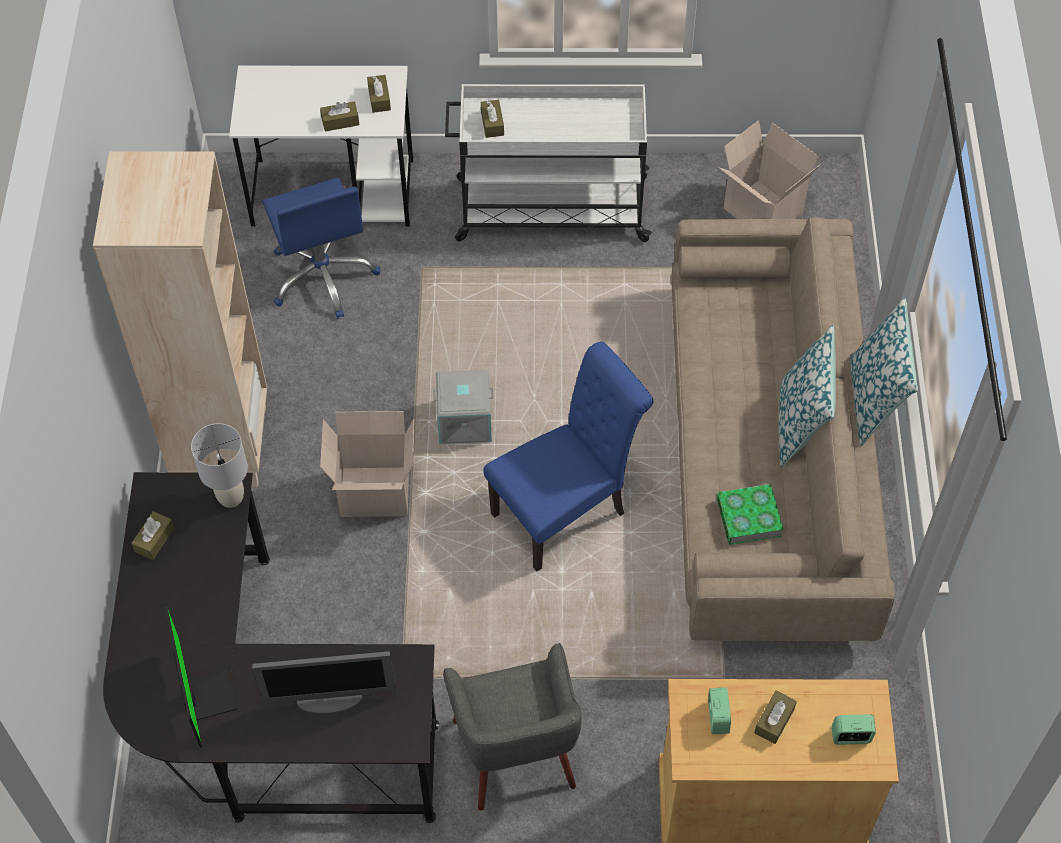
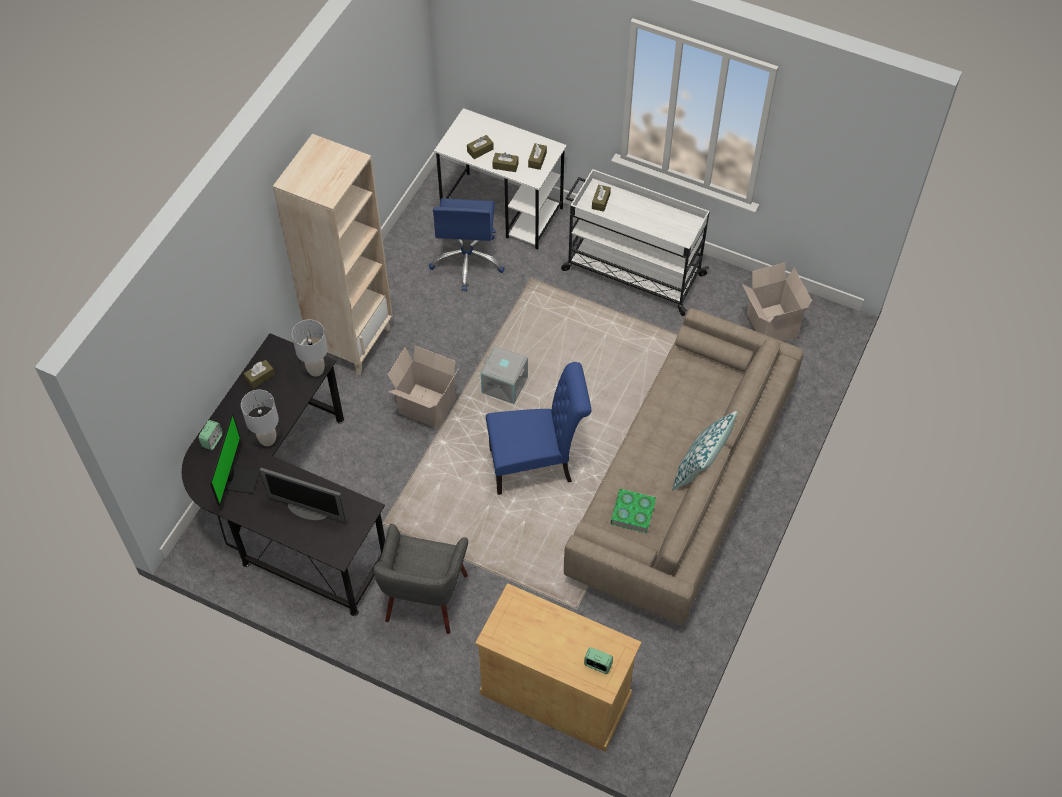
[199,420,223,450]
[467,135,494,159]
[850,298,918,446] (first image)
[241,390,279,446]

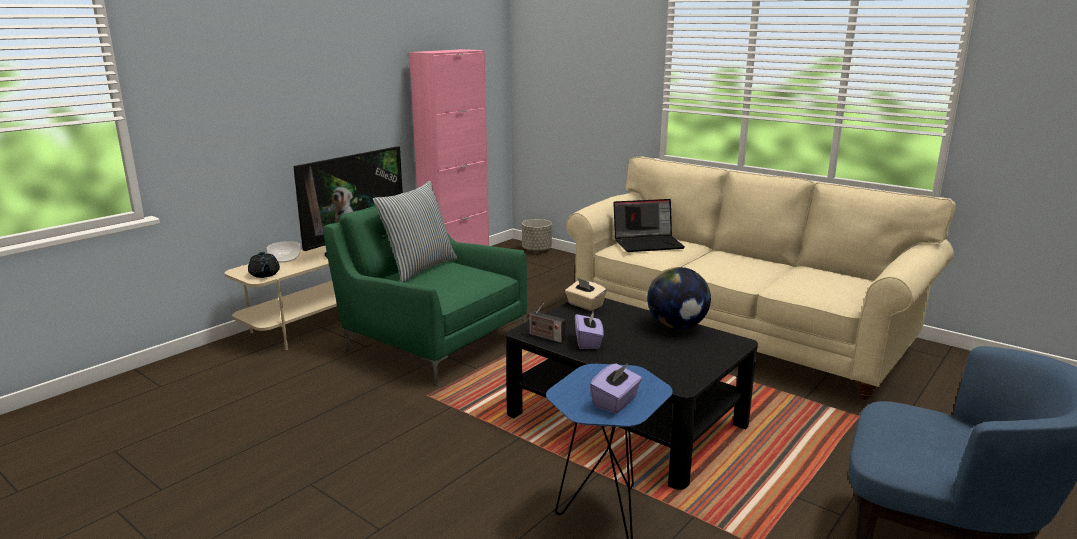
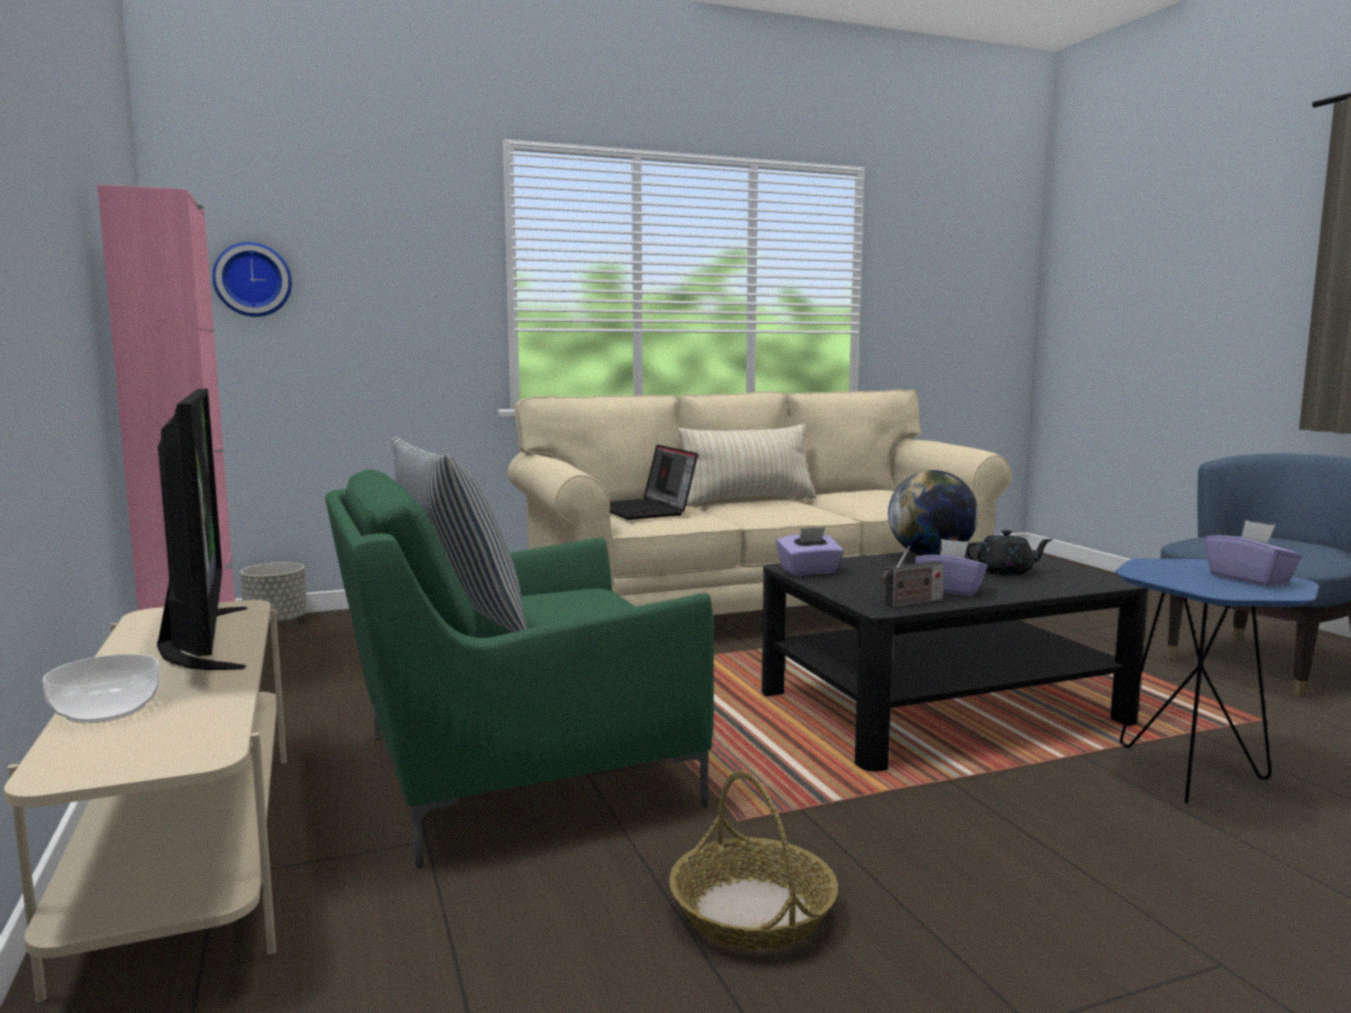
[966,530,1053,575]
[776,527,844,576]
[610,445,698,520]
[212,242,292,317]
[669,770,838,950]
[678,424,817,506]

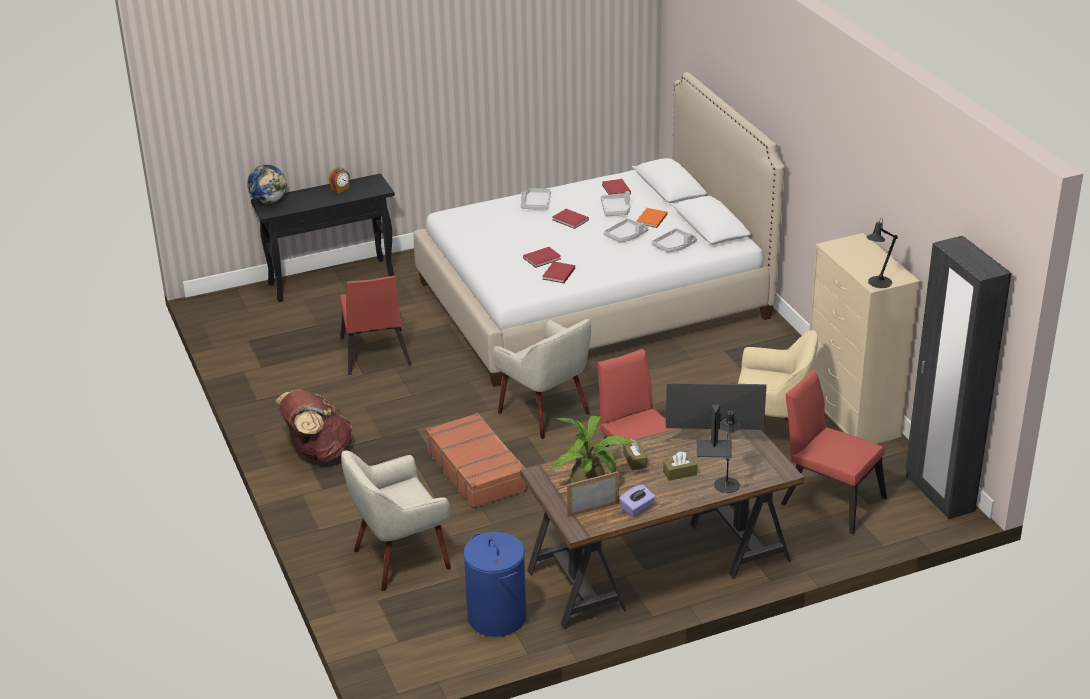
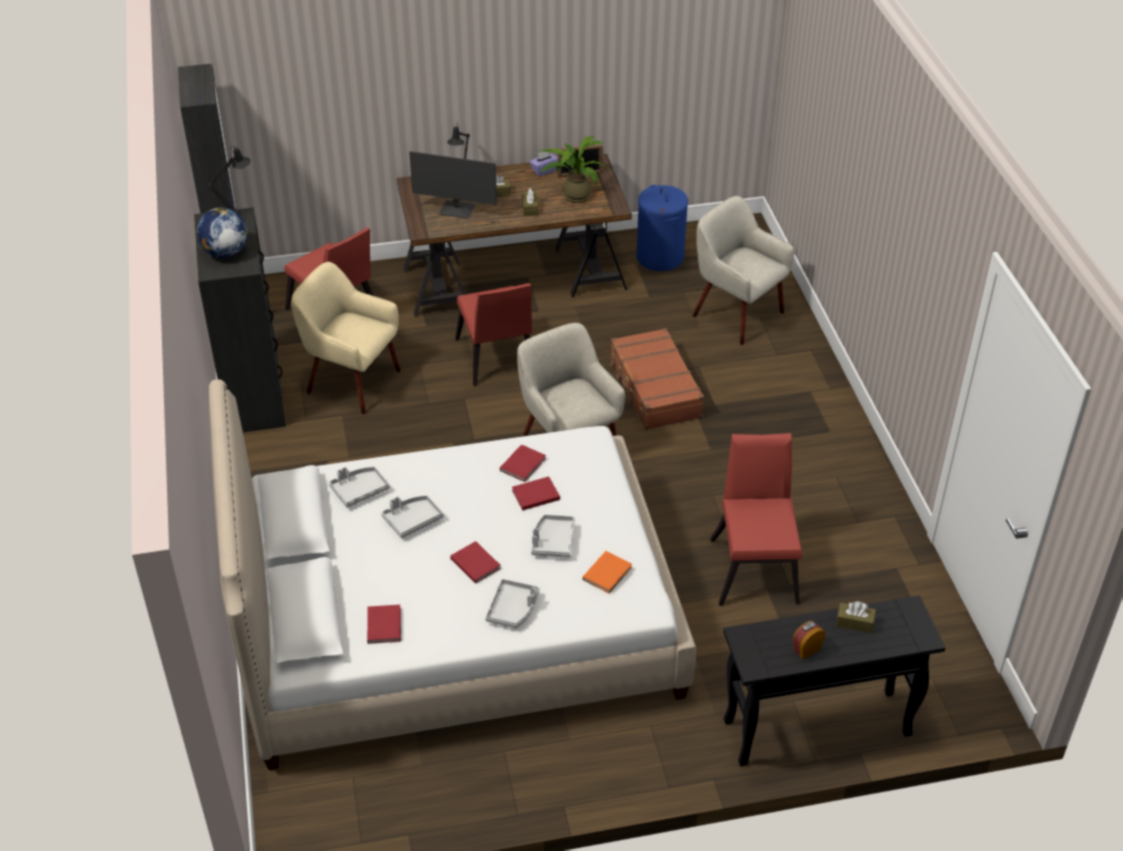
[196,208,247,258]
[276,390,353,462] (first image)
[692,196,794,345]
[531,515,575,558]
[583,551,632,594]
[194,207,286,433]
[836,601,876,633]

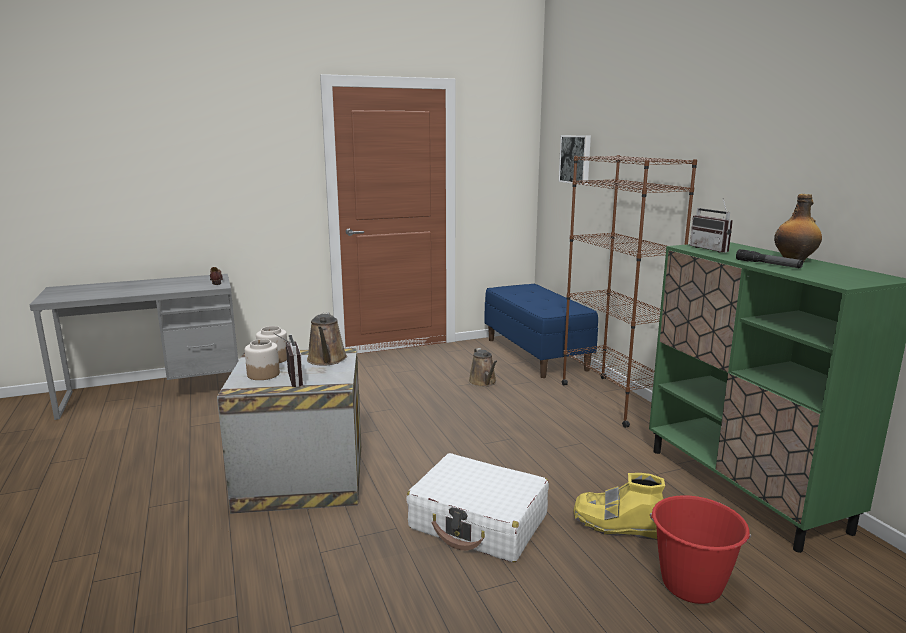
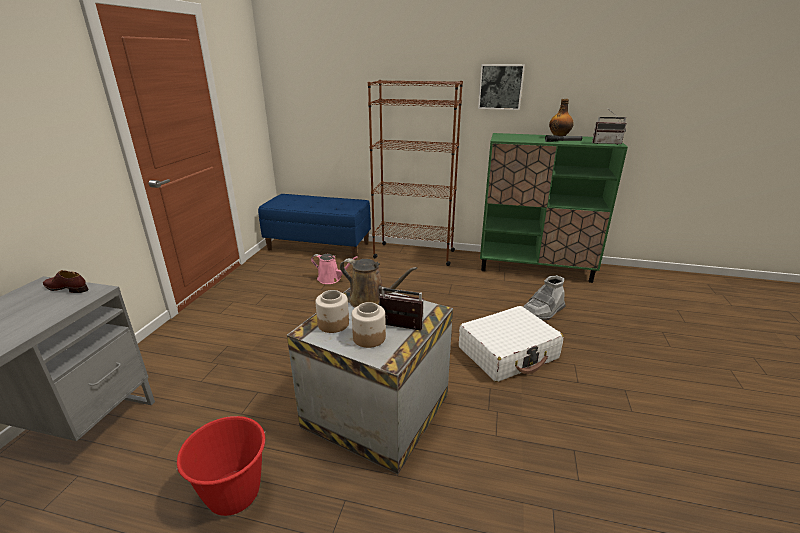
[311,254,358,284]
[478,64,525,110]
[523,275,566,321]
[176,416,266,516]
[592,111,626,145]

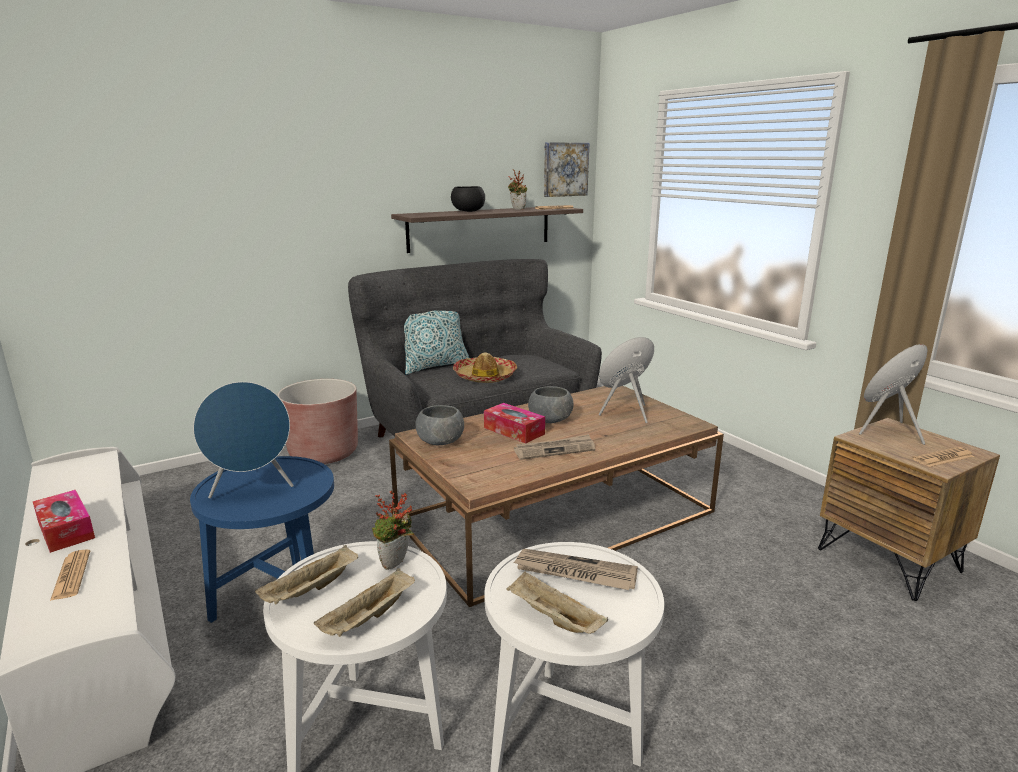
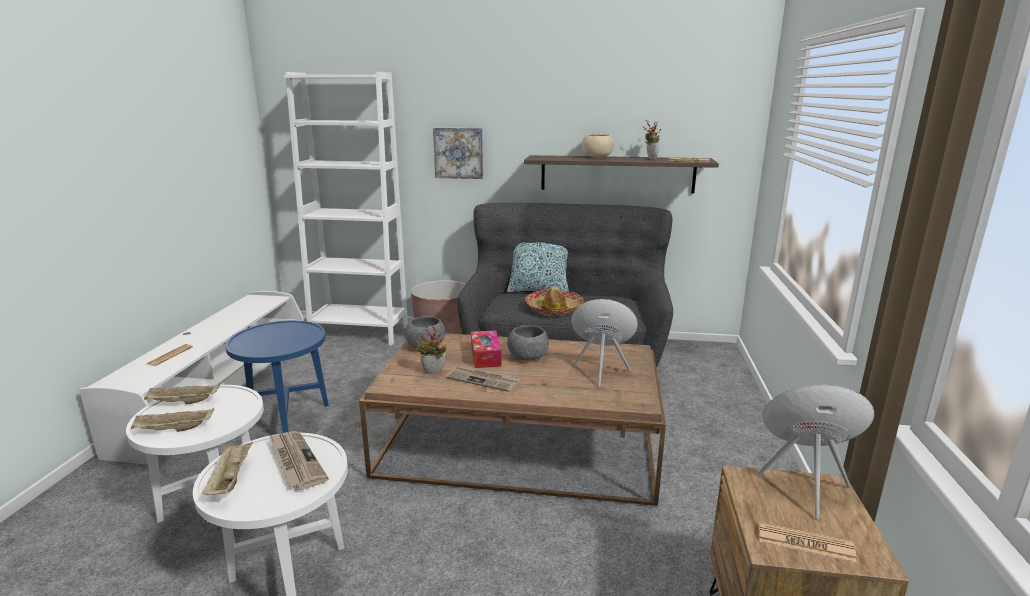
[33,490,95,553] (first image)
[193,382,294,498] (first image)
[416,326,446,374]
[582,134,614,158]
[433,128,483,179]
[284,72,408,346]

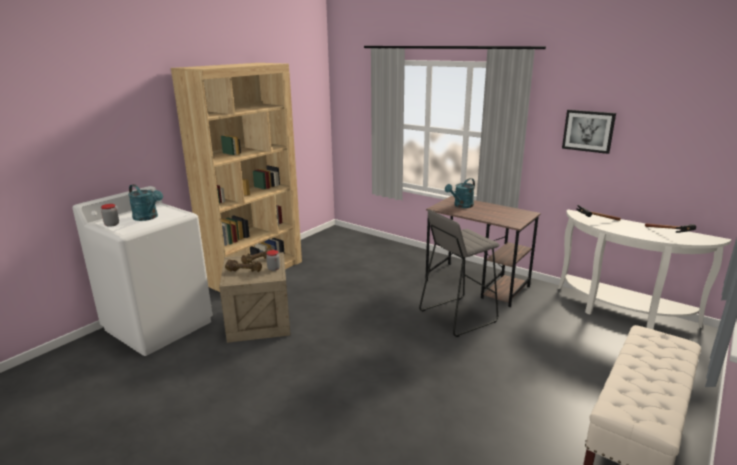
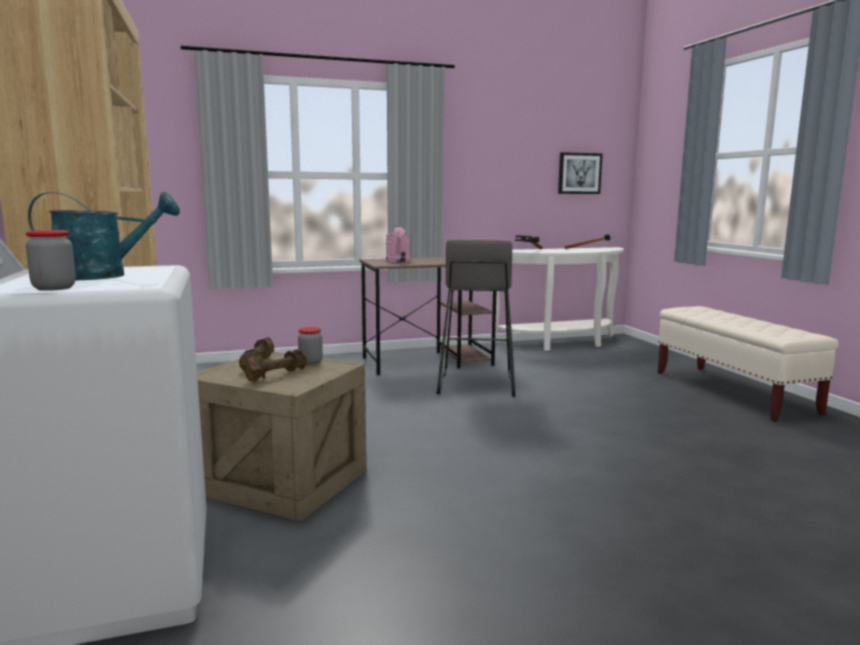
[386,226,410,262]
[558,152,603,194]

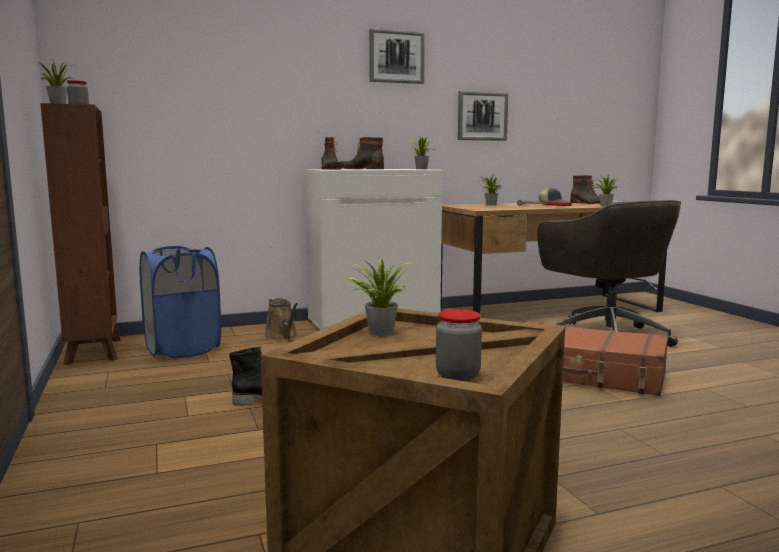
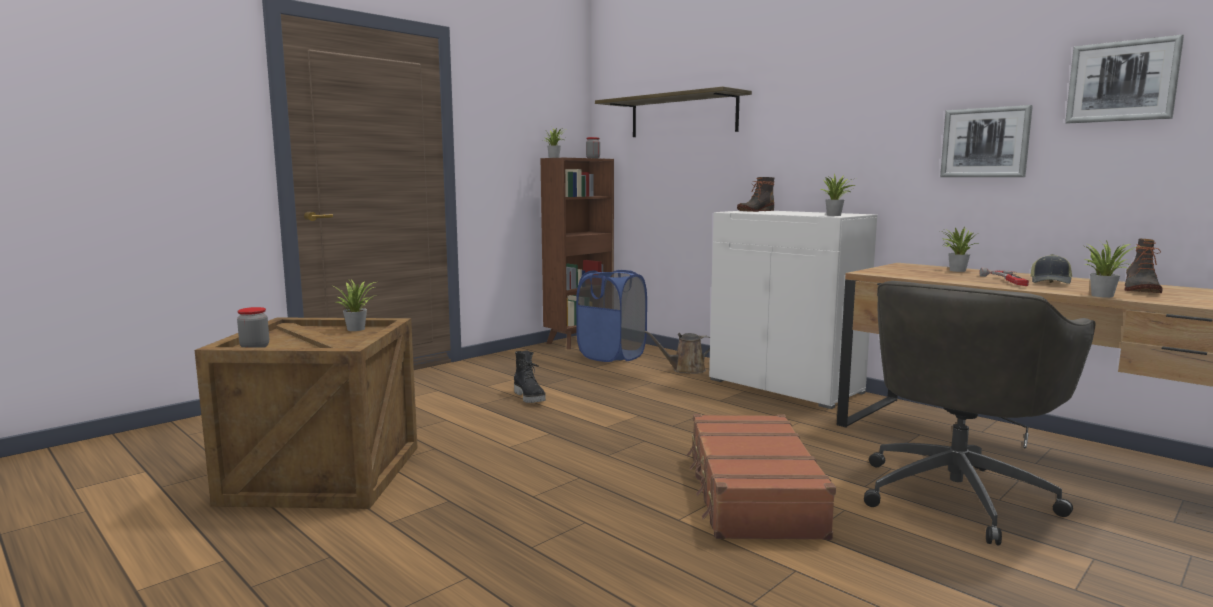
[645,331,710,374]
[340,137,384,169] (first image)
[1065,35,1184,123]
[595,87,752,137]

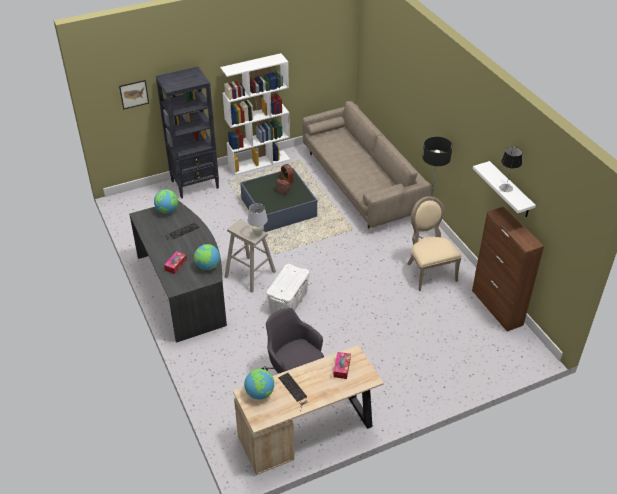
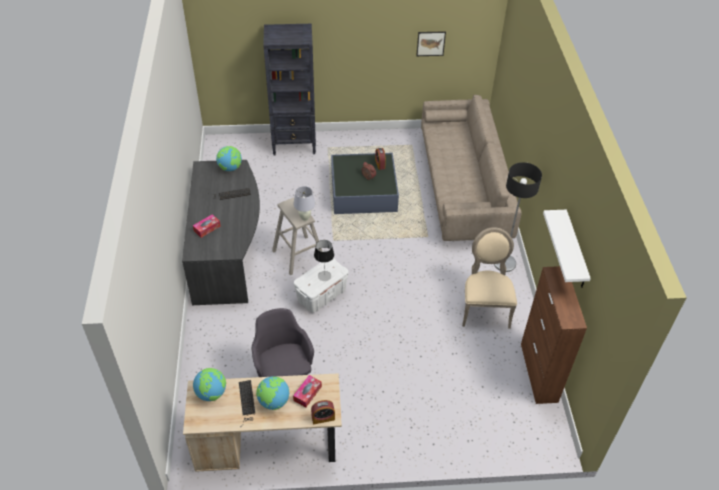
[416,31,446,56]
[256,376,289,410]
[220,53,290,175] (first image)
[314,240,334,281]
[311,400,335,424]

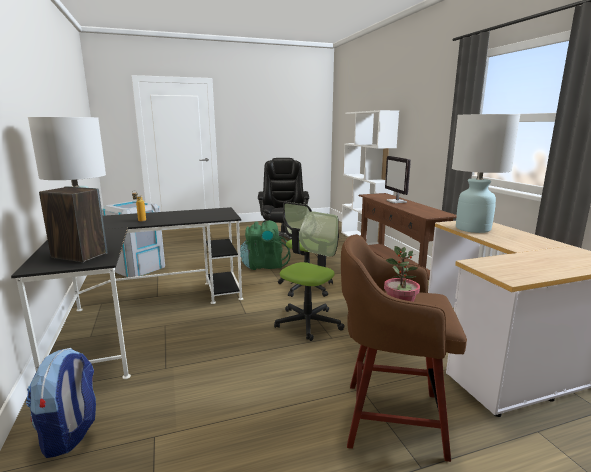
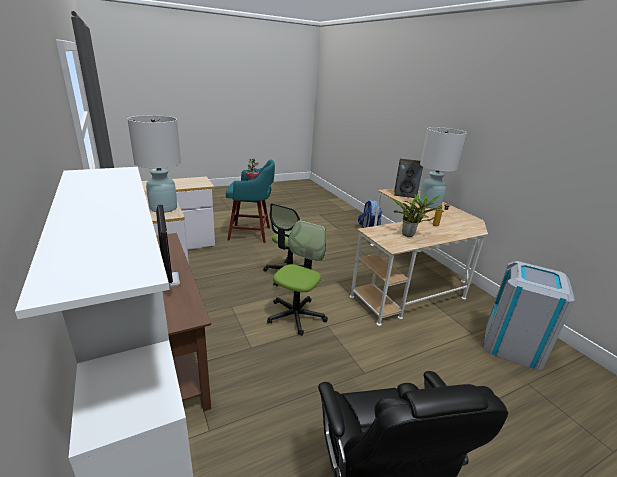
[350,188,488,326]
[240,220,290,270] (first image)
[226,160,275,243]
[389,194,444,237]

